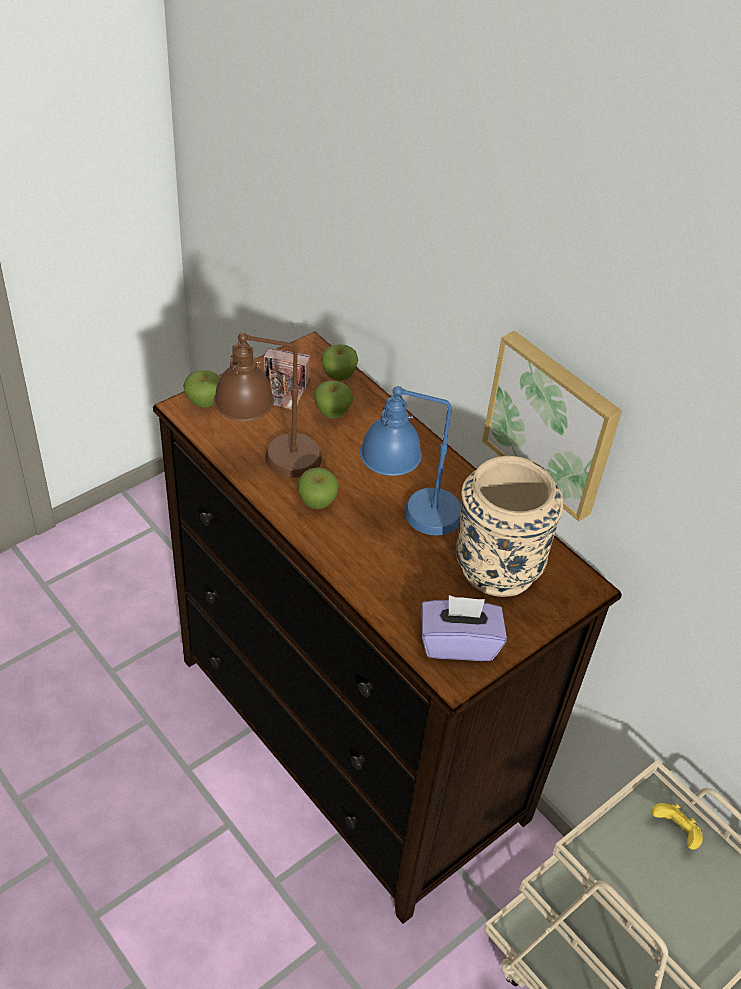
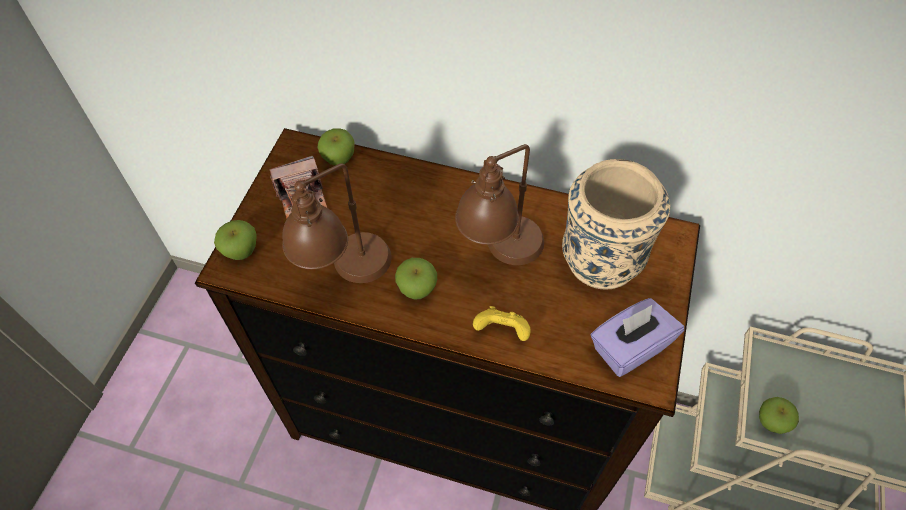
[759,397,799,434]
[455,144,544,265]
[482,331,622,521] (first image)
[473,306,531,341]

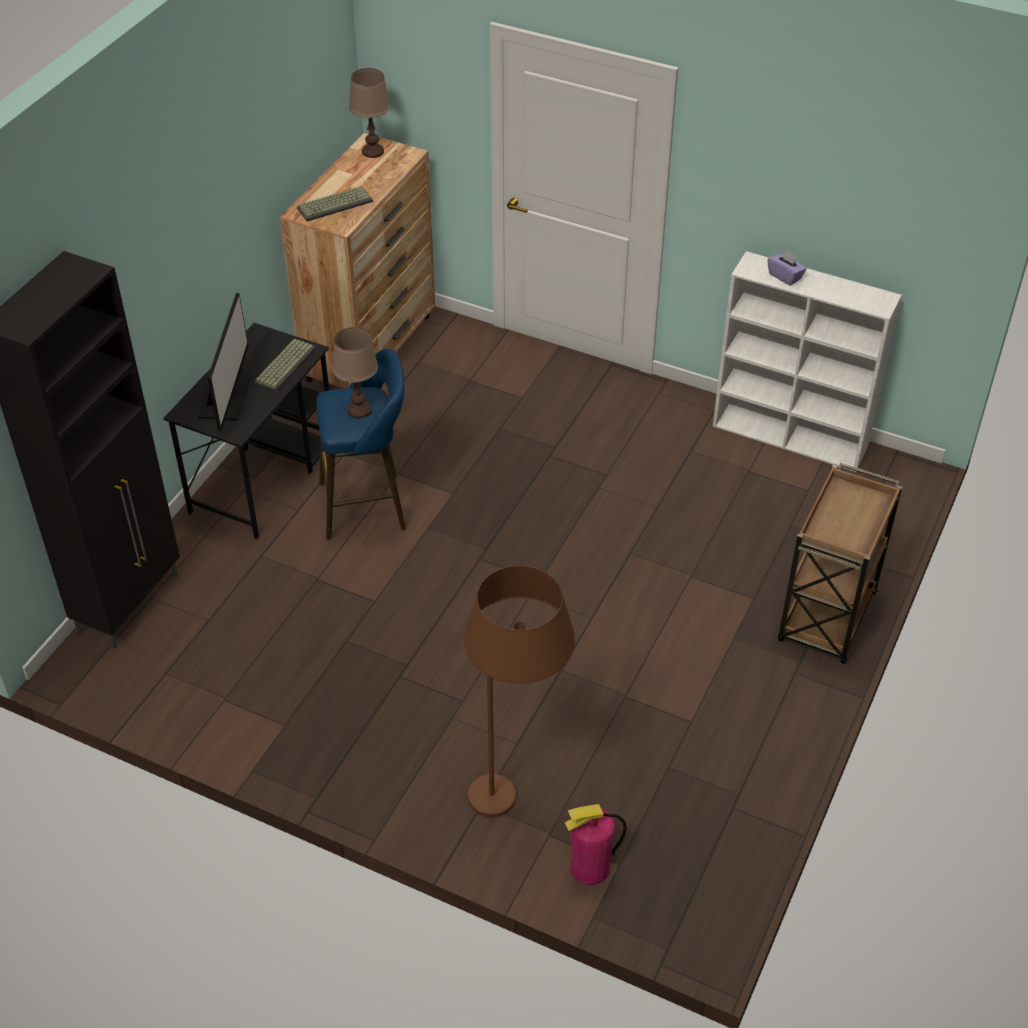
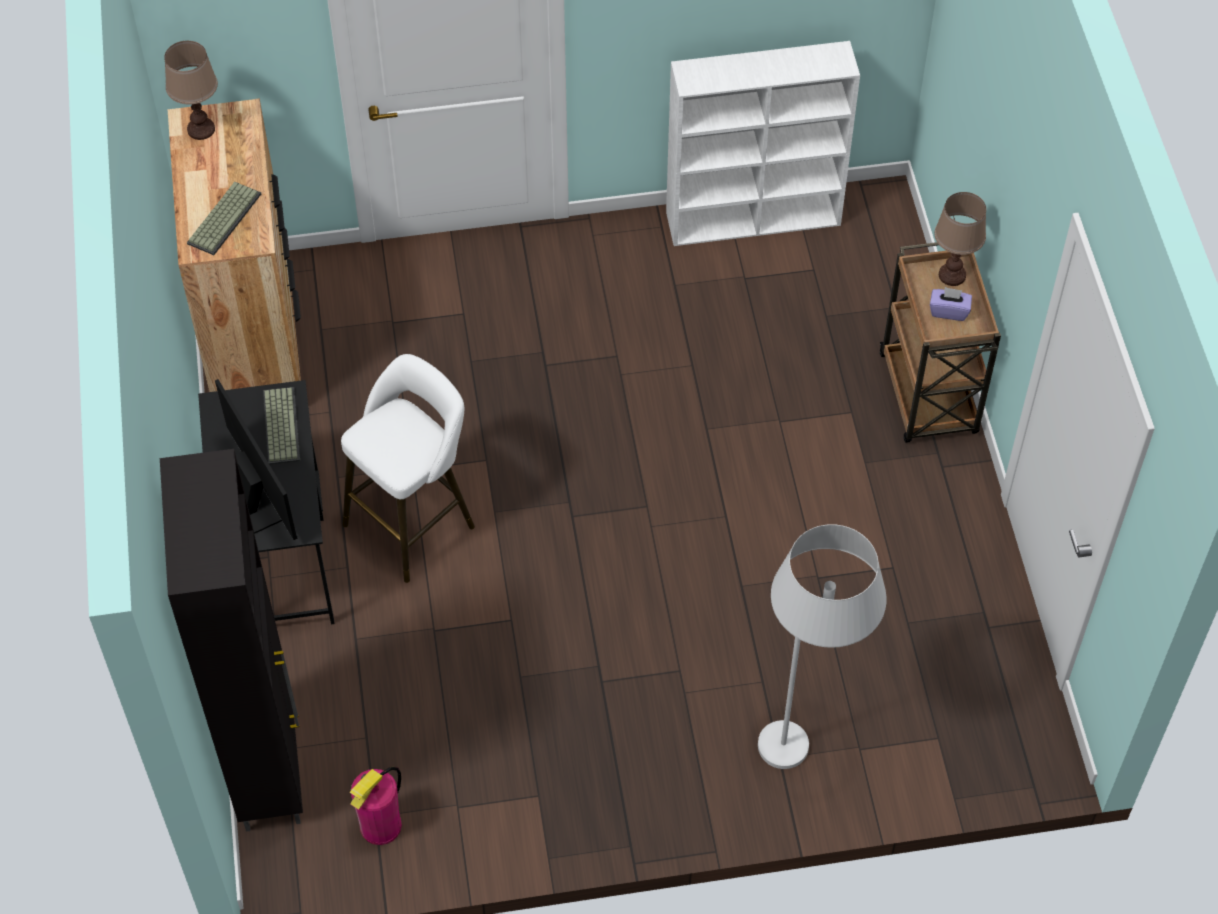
[341,354,475,583]
[934,192,986,286]
[758,524,886,769]
[349,767,402,845]
[930,287,972,321]

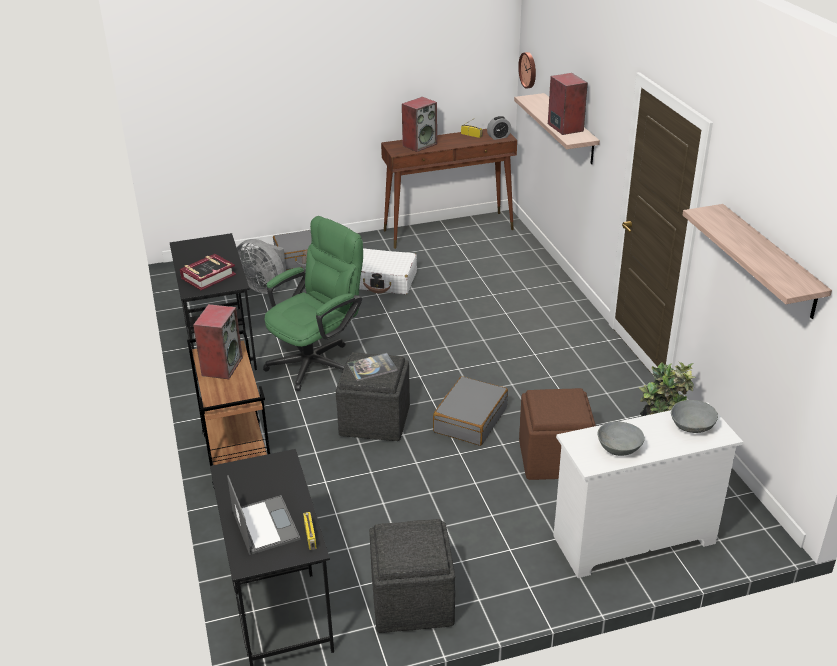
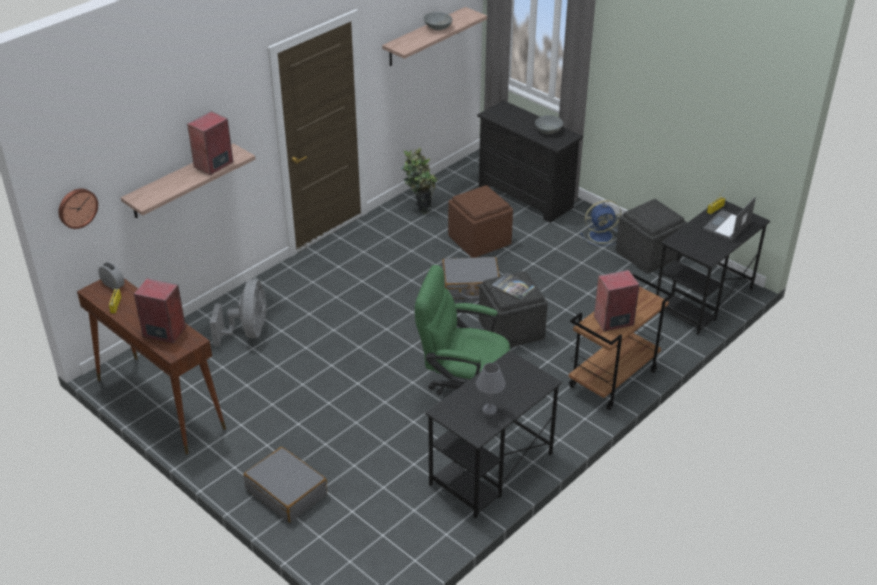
[180,254,236,290] (first image)
[210,279,266,346]
[359,248,417,294] (first image)
[477,100,583,223]
[424,12,452,30]
[476,363,506,415]
[581,200,621,246]

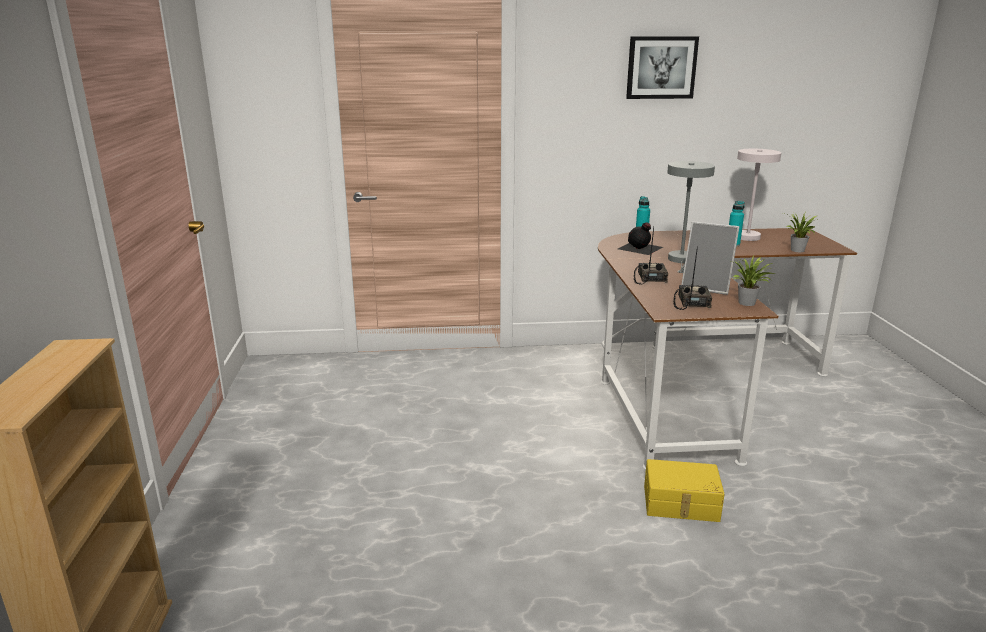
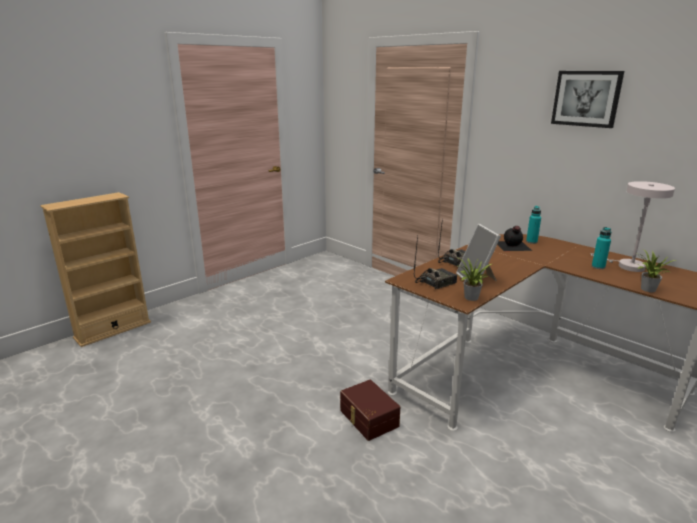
[340,380,400,441]
[667,161,715,273] (first image)

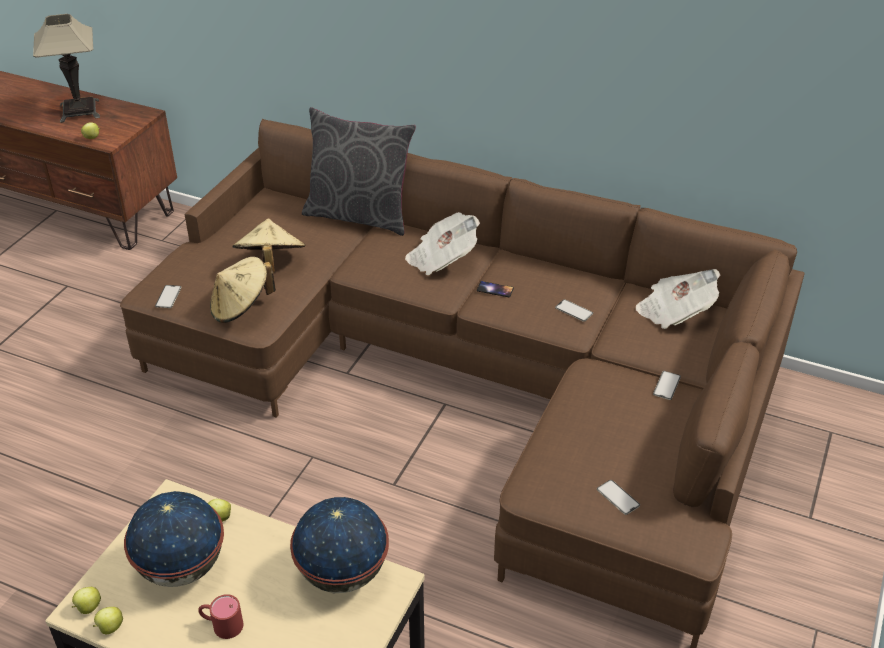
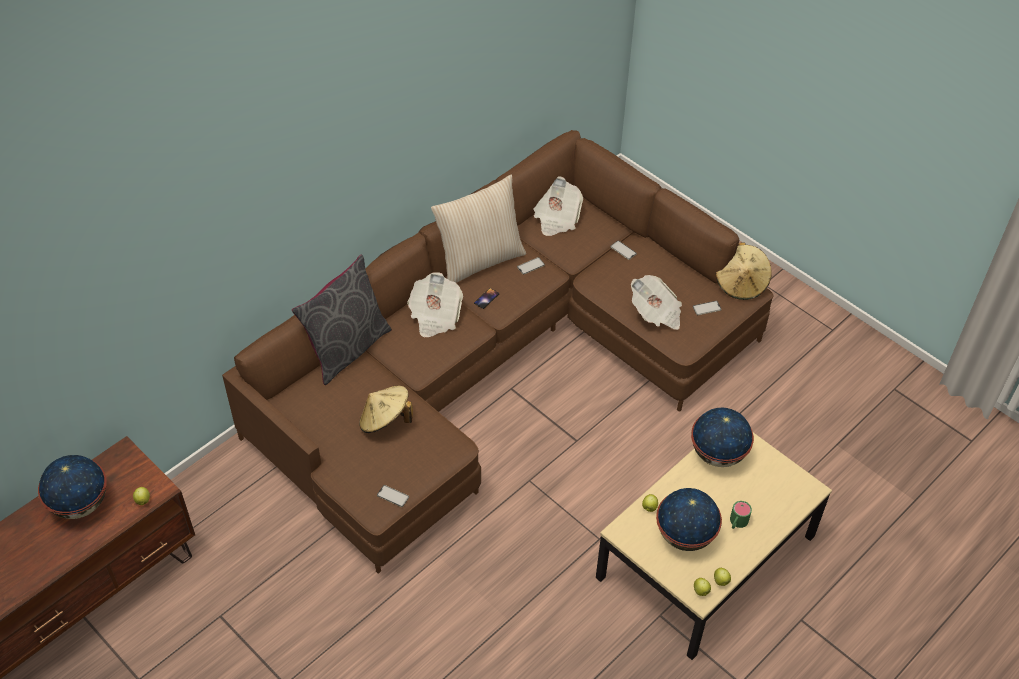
[38,455,107,519]
[730,501,752,529]
[715,243,772,300]
[431,175,526,283]
[631,275,682,330]

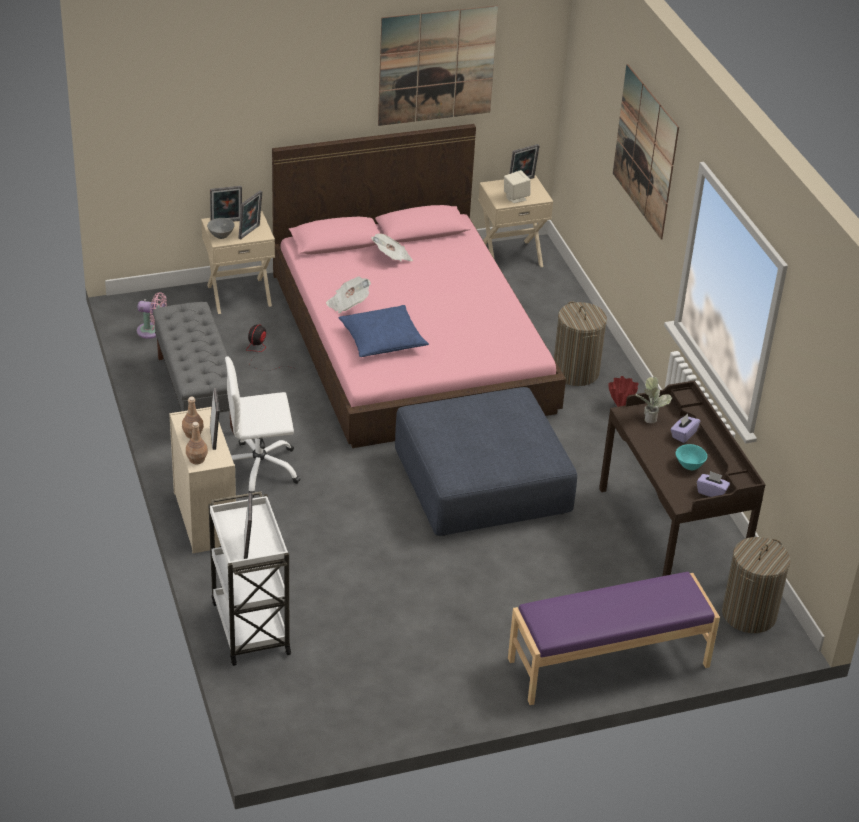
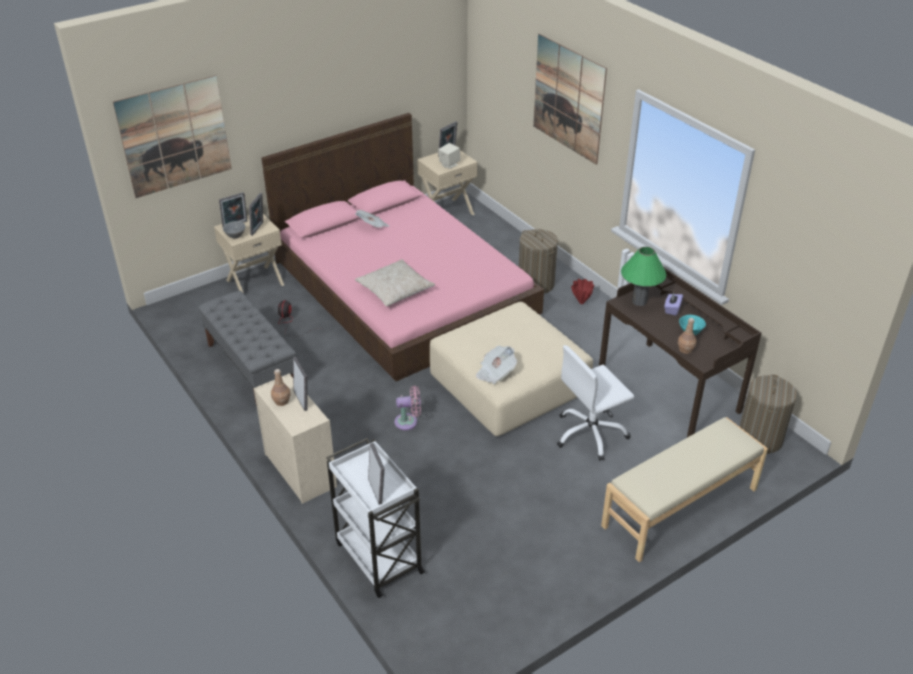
[394,386,421,430]
[678,318,697,354]
[557,345,634,461]
[476,346,517,384]
[355,259,435,306]
[113,75,232,198]
[430,302,593,436]
[601,417,768,562]
[621,247,667,306]
[697,471,730,497] (first image)

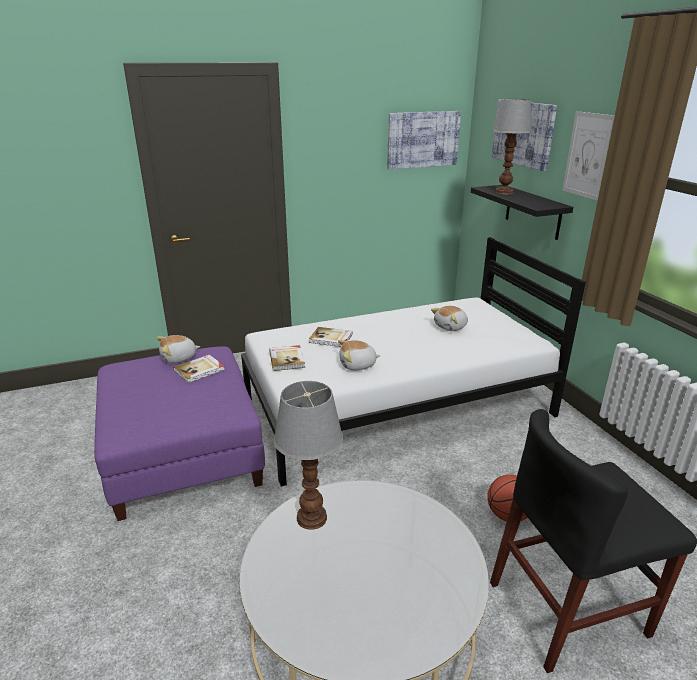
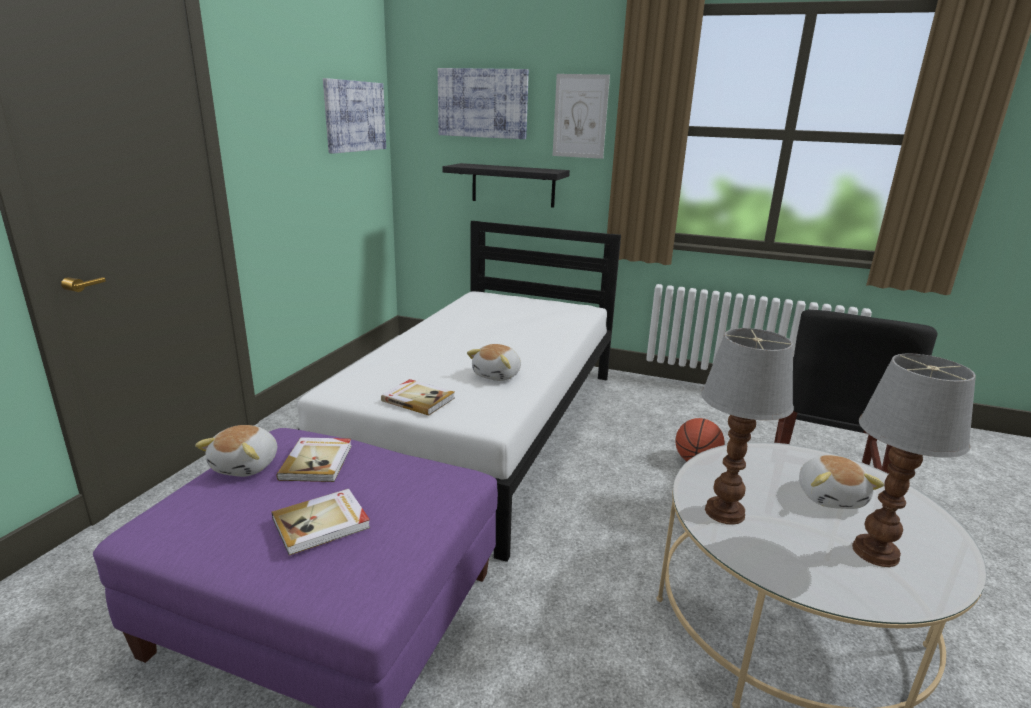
[272,489,370,555]
[799,455,884,509]
[852,354,976,567]

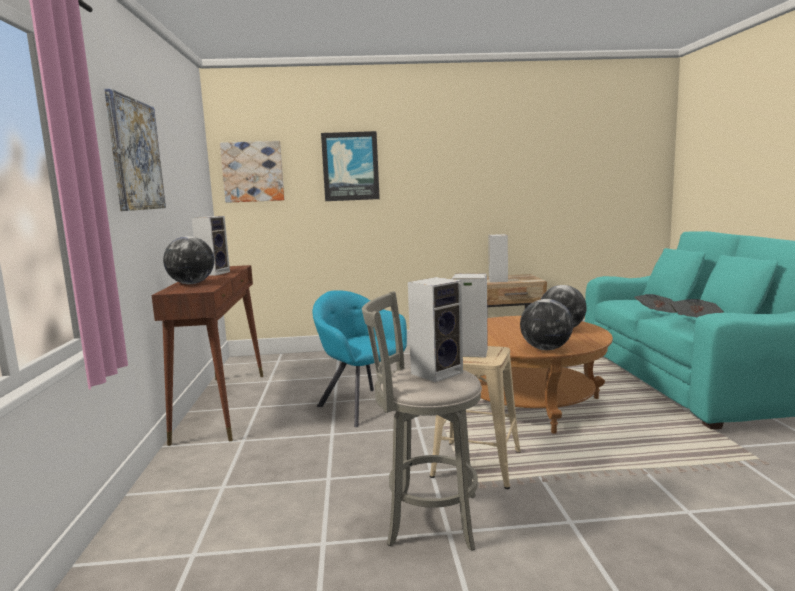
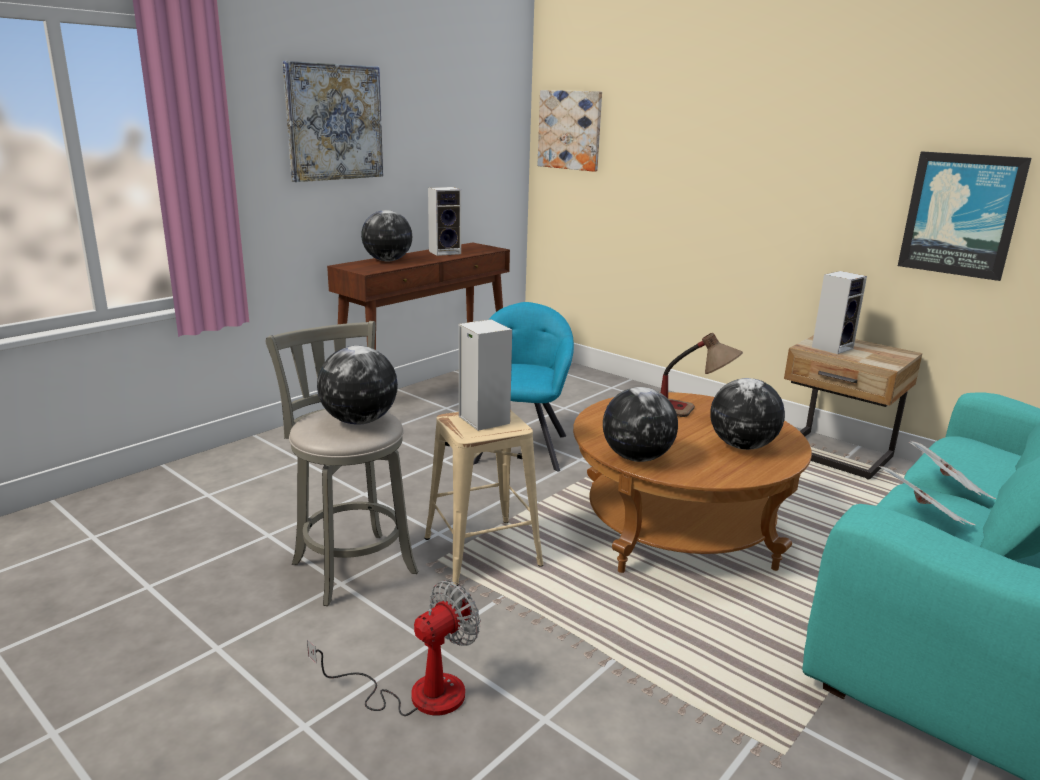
[898,151,1031,281]
[317,346,398,425]
[307,580,481,716]
[661,333,743,417]

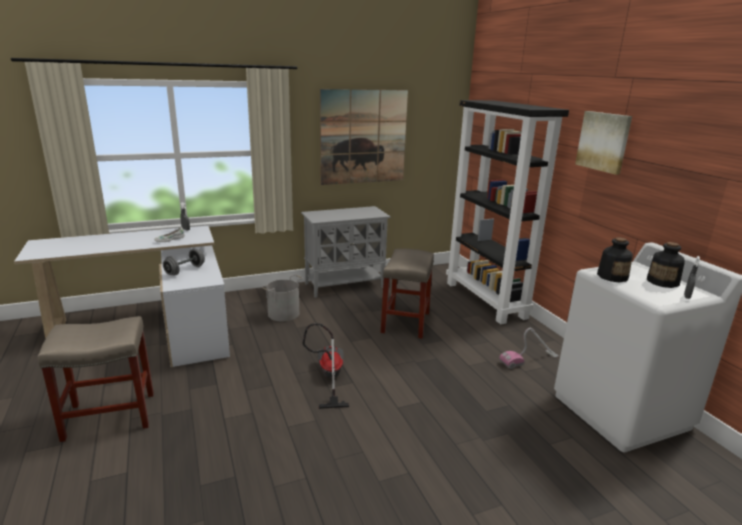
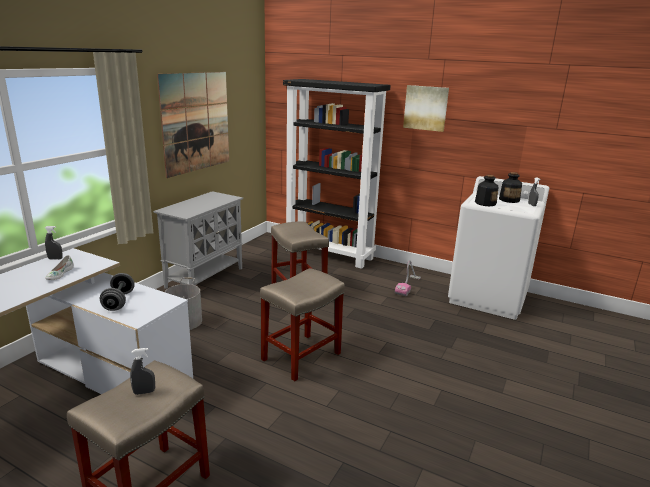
[260,268,345,381]
[130,348,155,395]

